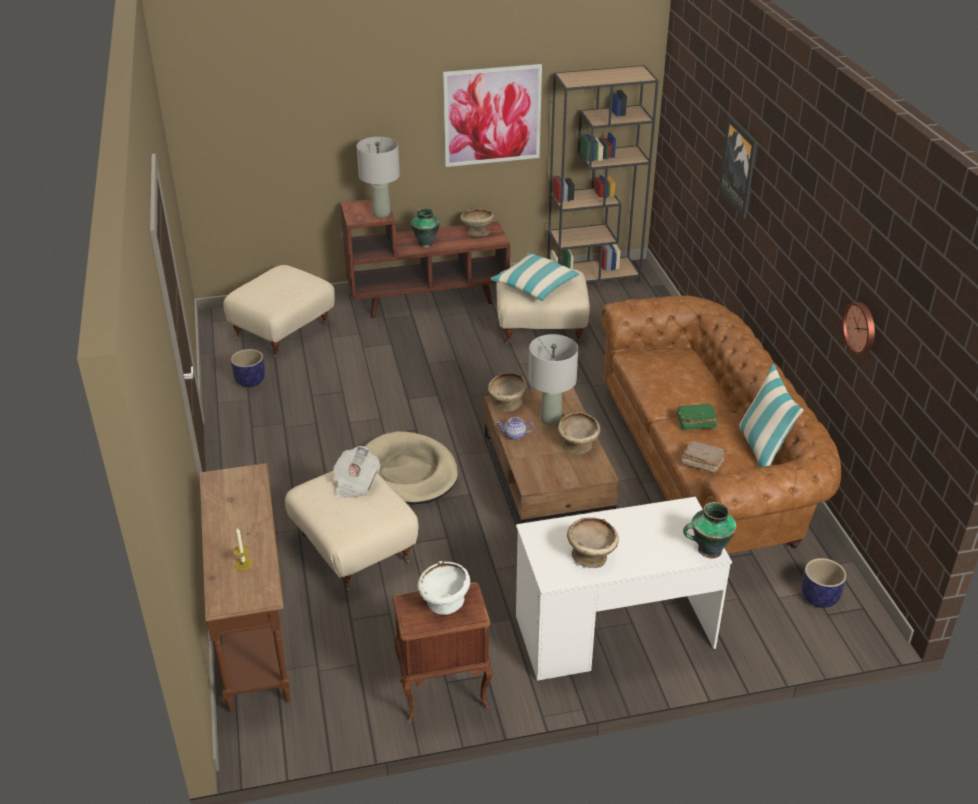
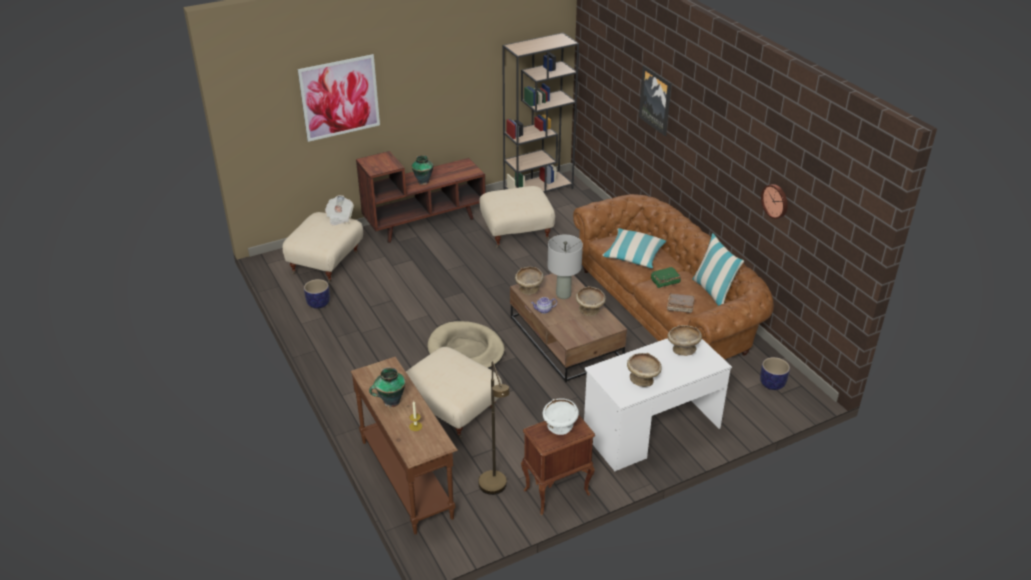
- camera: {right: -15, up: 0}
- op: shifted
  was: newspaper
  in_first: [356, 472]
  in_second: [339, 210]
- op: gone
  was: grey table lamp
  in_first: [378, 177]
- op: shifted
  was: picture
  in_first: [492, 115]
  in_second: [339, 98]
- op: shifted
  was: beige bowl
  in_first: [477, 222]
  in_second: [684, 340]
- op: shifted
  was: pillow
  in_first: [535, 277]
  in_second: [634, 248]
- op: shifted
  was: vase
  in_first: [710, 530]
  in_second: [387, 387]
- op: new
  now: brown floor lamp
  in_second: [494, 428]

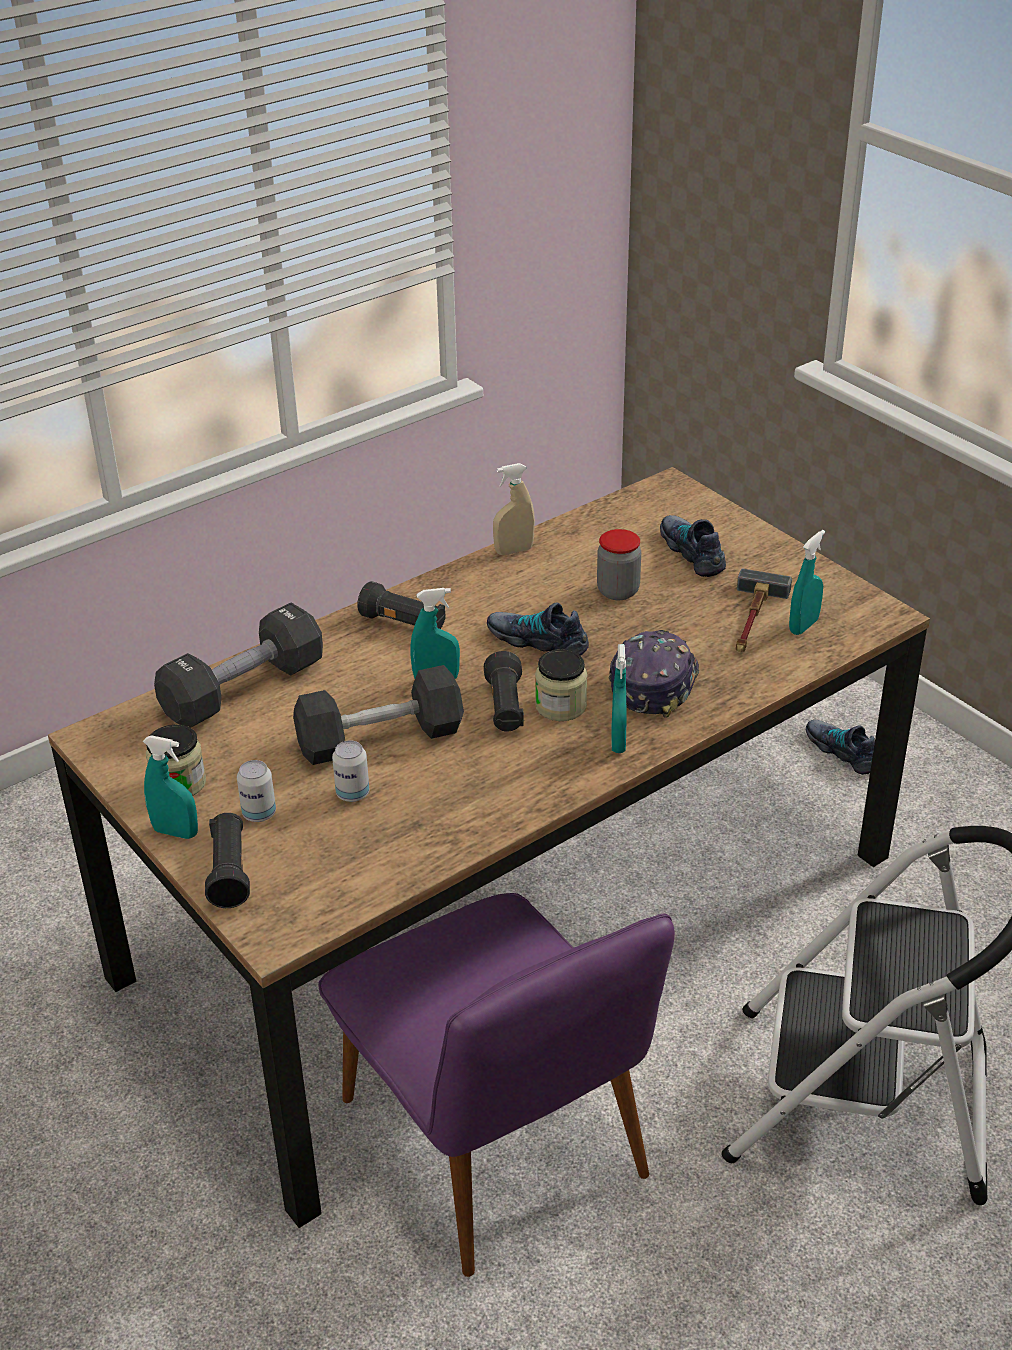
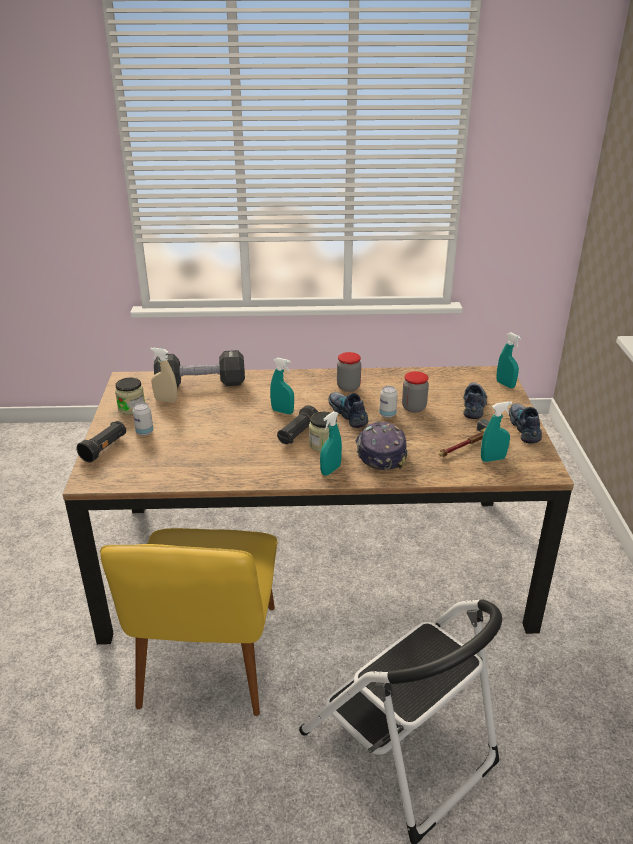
- camera: {right: 35, up: -5}
- op: shifted
  was: turquoise spray bottle
  in_first: [170, 787]
  in_second: [508, 360]
- op: gone
  was: black dumbbell
  in_first: [378, 715]
- op: repainted
  was: purple chair
  now: yellow chair
  in_first: [496, 1085]
  in_second: [189, 622]
- op: shifted
  was: can
  in_first: [350, 771]
  in_second: [388, 402]
- op: gone
  was: black flashlight
  in_first: [401, 605]
- op: shifted
  was: beige spray bottle
  in_first: [514, 509]
  in_second: [163, 375]
- op: rotated
  was: cap
  in_first: [653, 674]
  in_second: [381, 445]
  clockwise: -60
- op: shifted
  was: shoe
  in_first: [840, 747]
  in_second: [525, 423]
- op: new
  now: jar
  in_second: [349, 372]

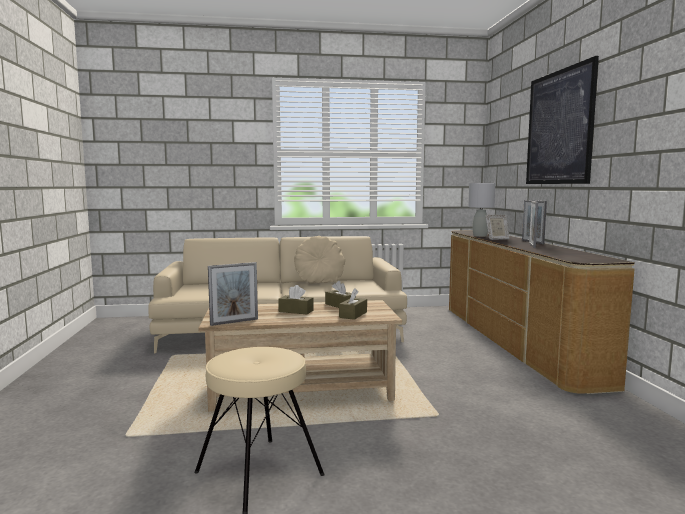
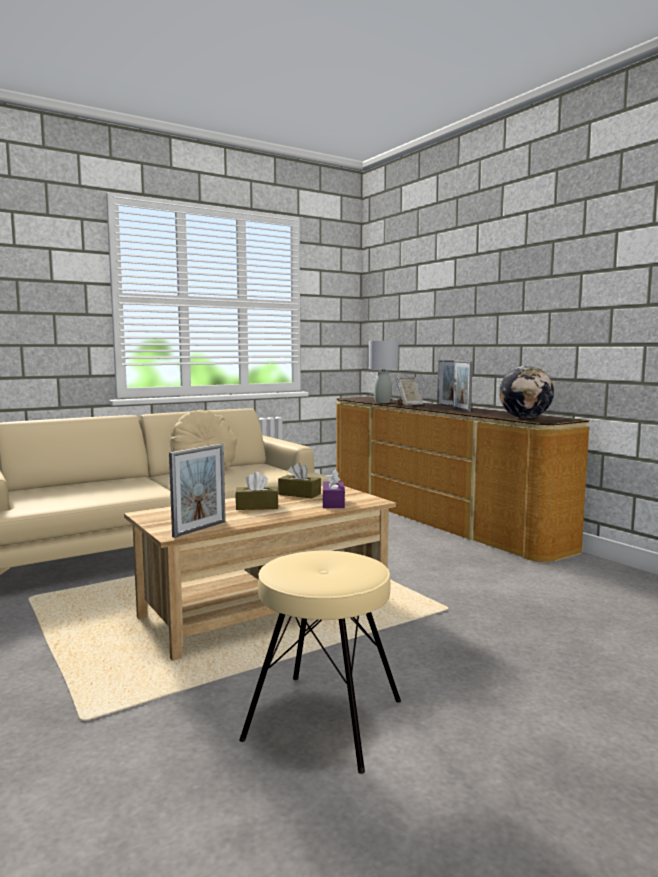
- camera: {right: -25, up: 0}
- op: repainted
  was: brown tissue box
  now: purple tissue box
  in_first: [353, 304]
  in_second: [334, 488]
- op: gone
  was: picture
  in_first: [562, 120]
- op: new
  now: globe
  in_second: [526, 392]

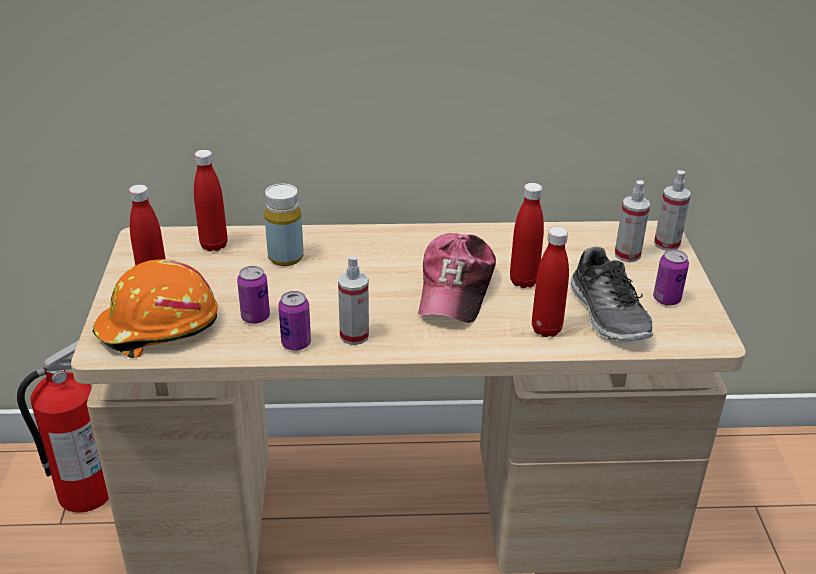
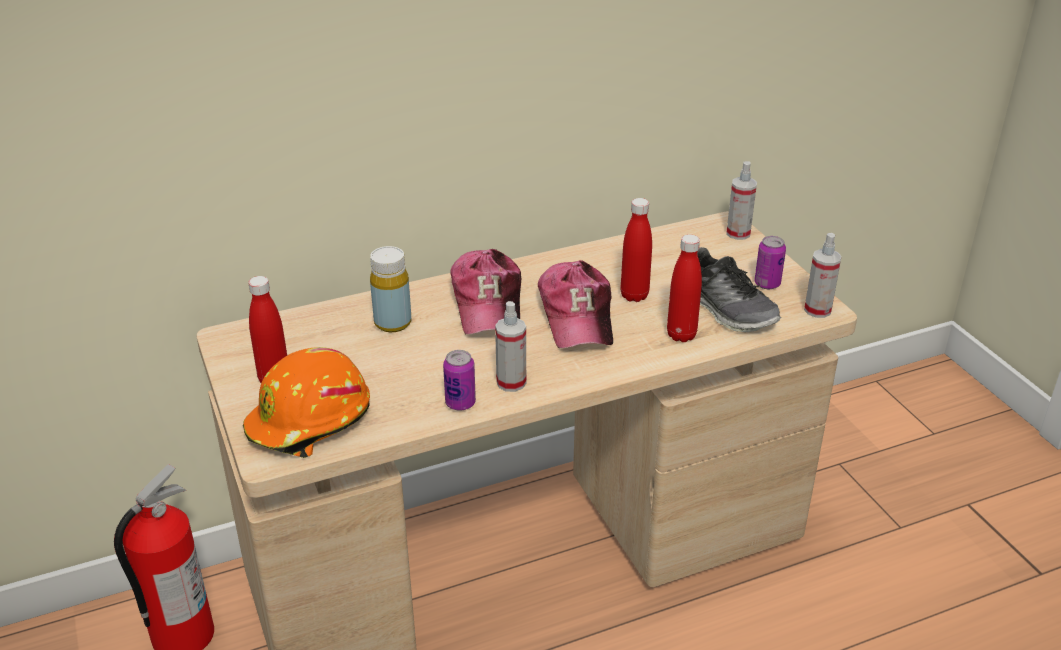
- camera: {right: -20, up: 0}
- op: gone
  was: red bottle
  in_first: [211, 201]
- op: gone
  was: can
  in_first: [253, 295]
- op: shifted
  was: spray bottle
  in_first: [632, 221]
  in_second: [823, 275]
- op: new
  now: cap
  in_second: [485, 291]

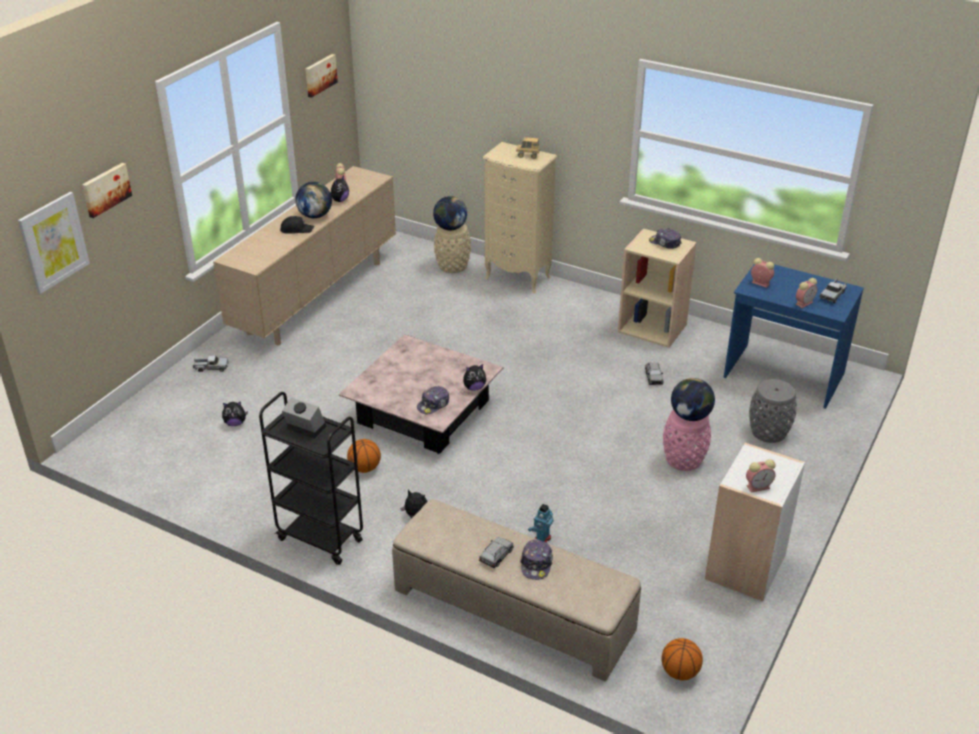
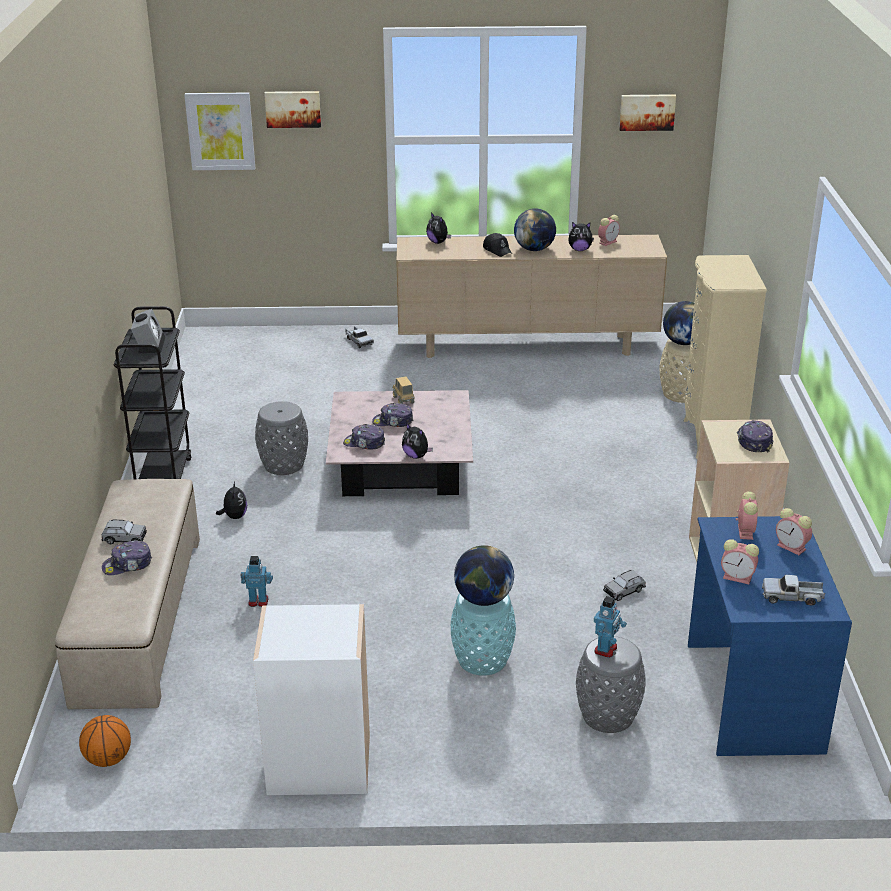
- camera: {right: 60, up: -5}
- op: shifted
  was: plush toy
  in_first: [235, 414]
  in_second: [438, 228]
- op: swapped
  was: basketball
  now: grey stool
  in_first: [364, 456]
  in_second: [281, 438]
- op: shifted
  was: toy truck
  in_first: [528, 148]
  in_second: [404, 390]
- op: repainted
  was: pink stool
  now: turquoise stool
  in_first: [687, 440]
  in_second: [483, 634]
- op: shifted
  was: alarm clock
  in_first: [761, 476]
  in_second: [794, 531]
- op: new
  now: cap
  in_second: [392, 415]
- op: new
  now: toy robot
  in_second: [610, 627]

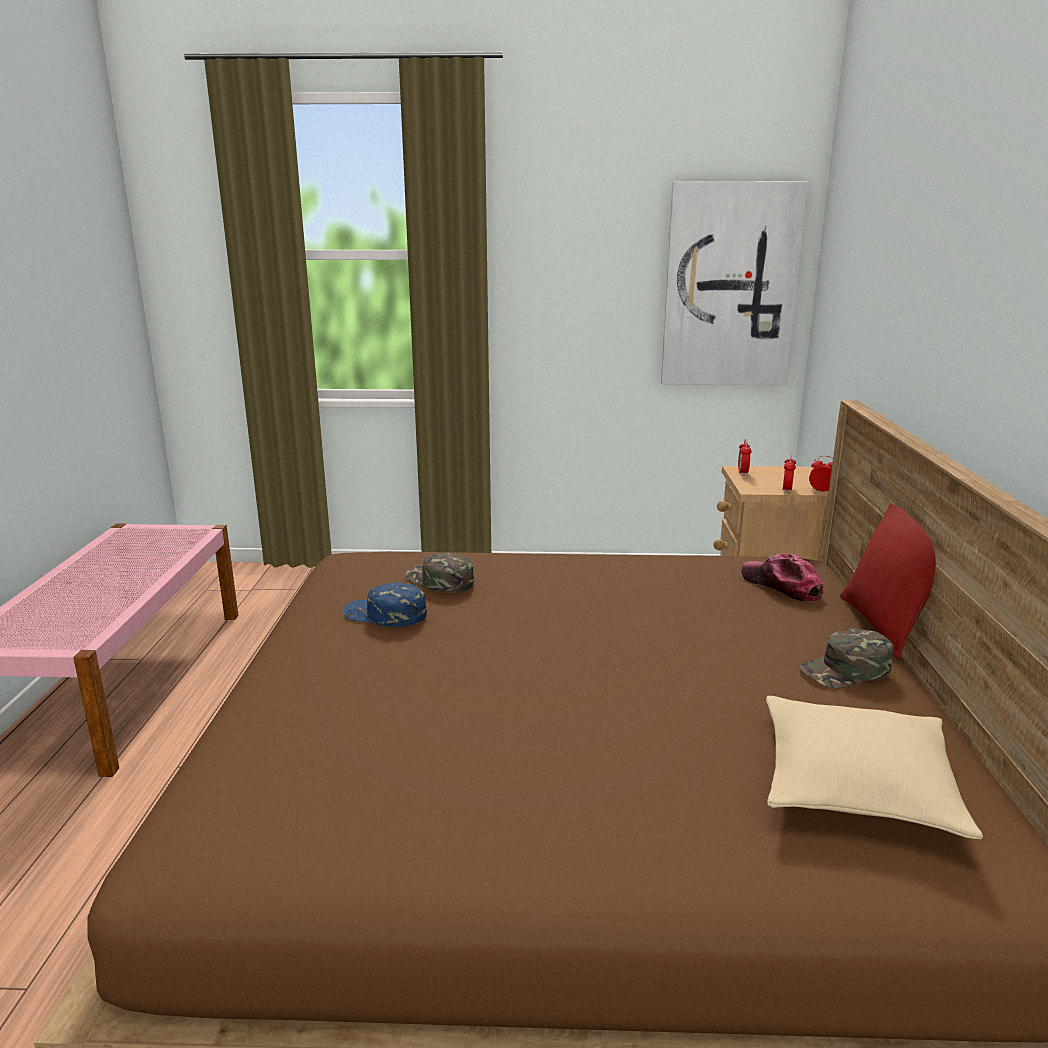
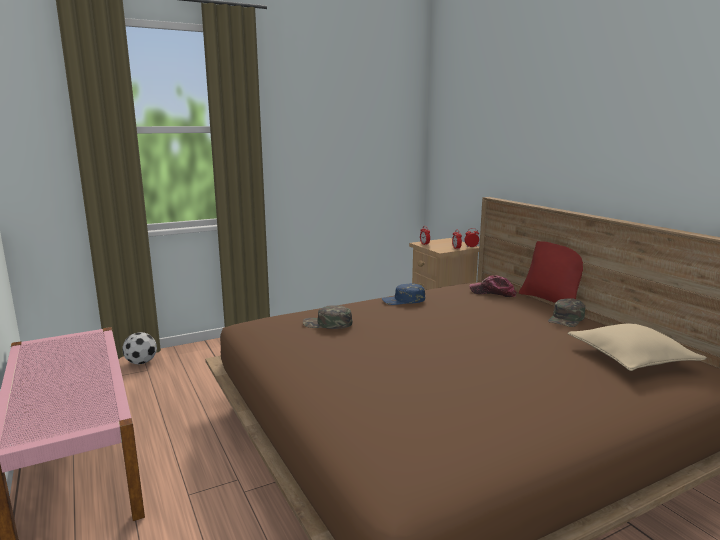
- camera: {right: -30, up: -5}
- op: shifted
  was: blue cap
  in_first: [385, 605]
  in_second: [403, 294]
- op: gone
  was: picture
  in_first: [735, 283]
- op: new
  now: football
  in_second: [139, 348]

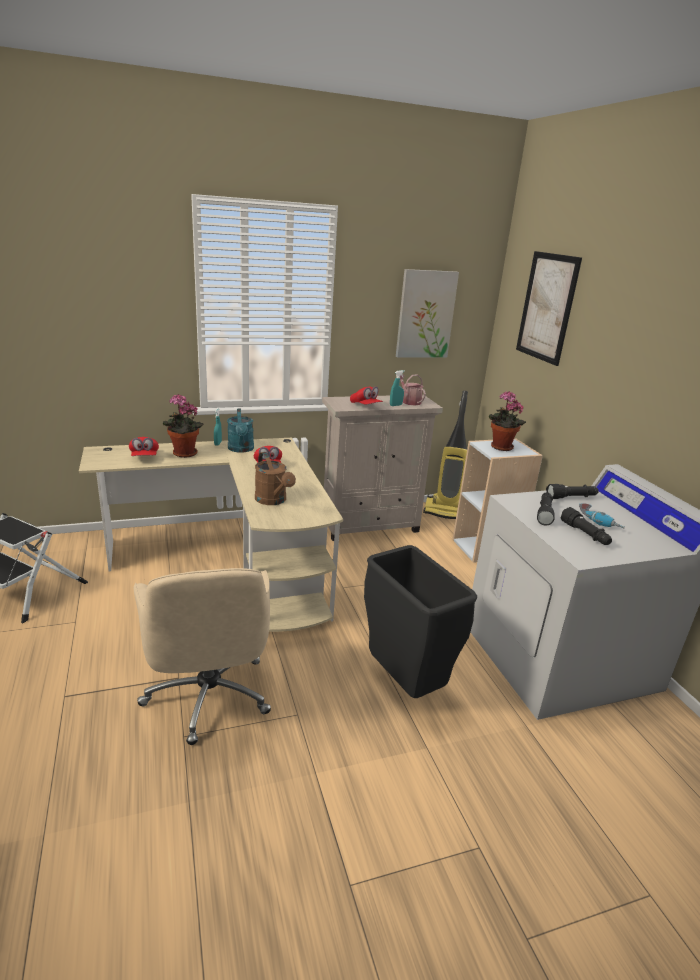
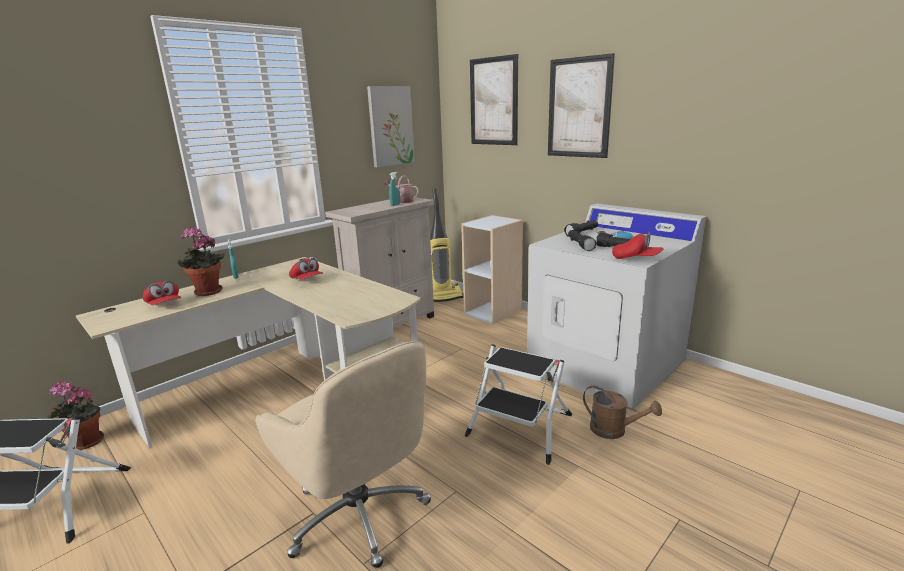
- camera: {right: -25, up: -5}
- op: gone
  was: turquoise watering can
  in_first: [240, 430]
- op: shifted
  was: brown watering can
  in_first: [275, 478]
  in_second: [622, 412]
- op: shifted
  was: red cap
  in_first: [366, 395]
  in_second: [638, 245]
- op: swapped
  was: black trash can
  now: step ladder
  in_first: [420, 621]
  in_second: [518, 404]
- op: shifted
  was: potted plant
  in_first: [507, 421]
  in_second: [75, 415]
- op: new
  now: picture
  in_second: [581, 105]

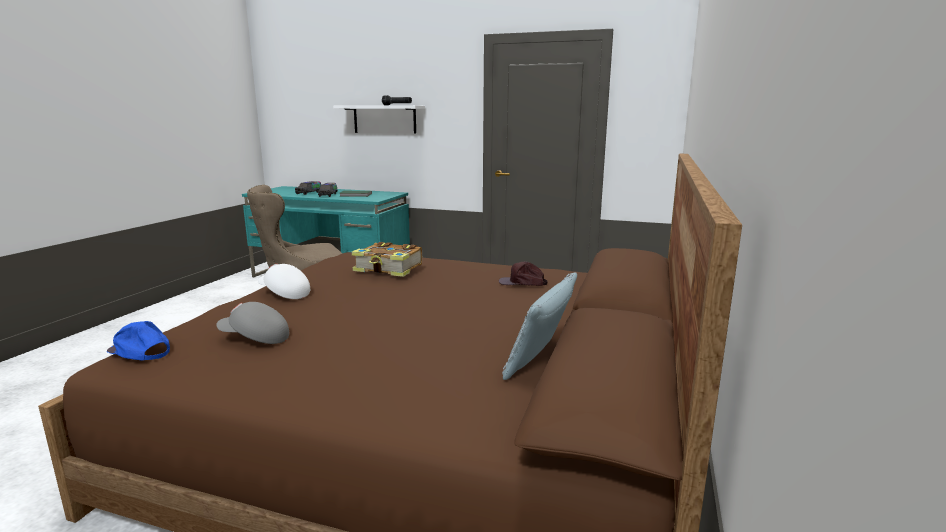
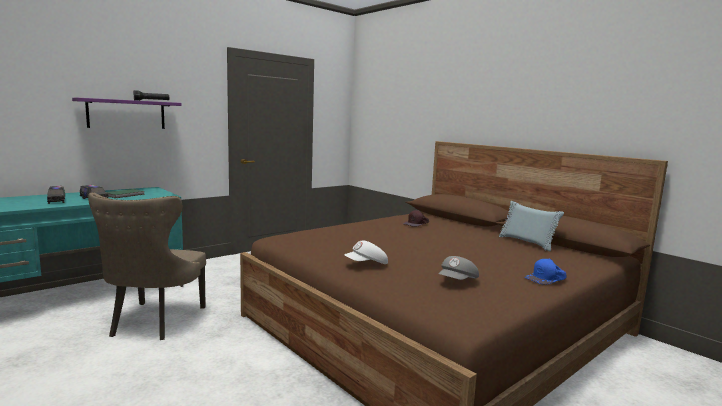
- camera: {right: -60, up: -5}
- op: shifted
  was: blue cap
  in_first: [138, 341]
  in_second: [545, 272]
- op: repainted
  was: white shelf
  now: purple shelf
  in_first: [379, 119]
  in_second: [127, 113]
- op: gone
  was: book
  in_first: [387, 259]

